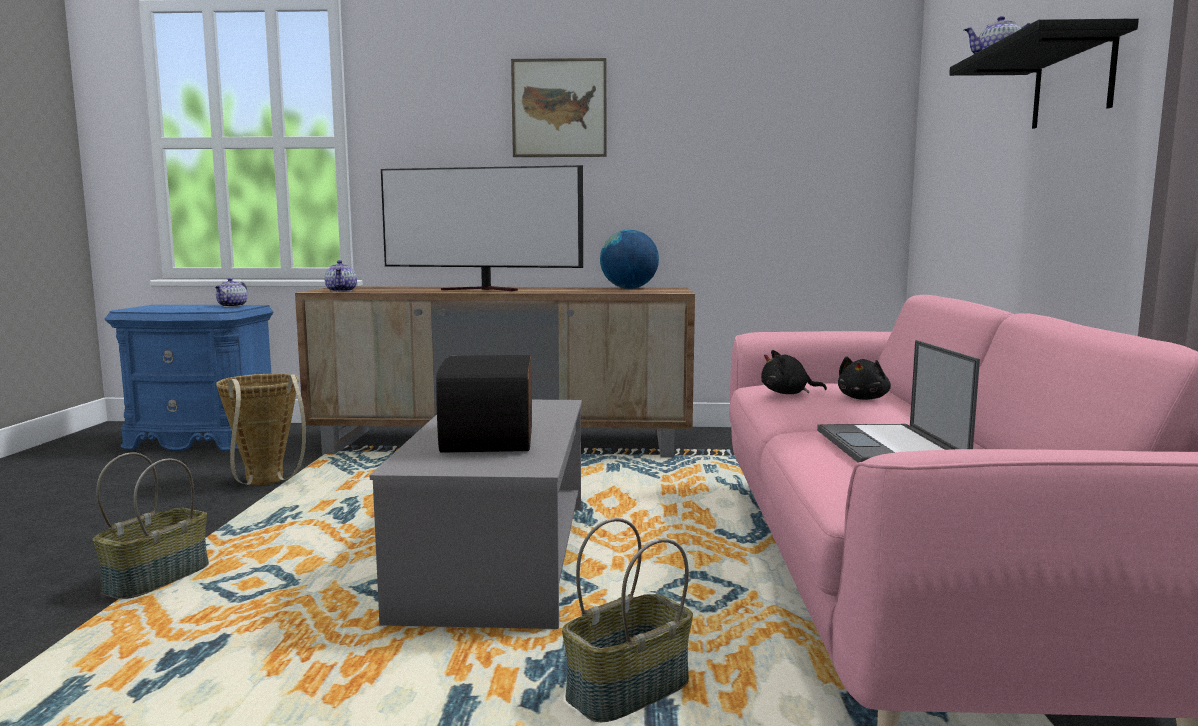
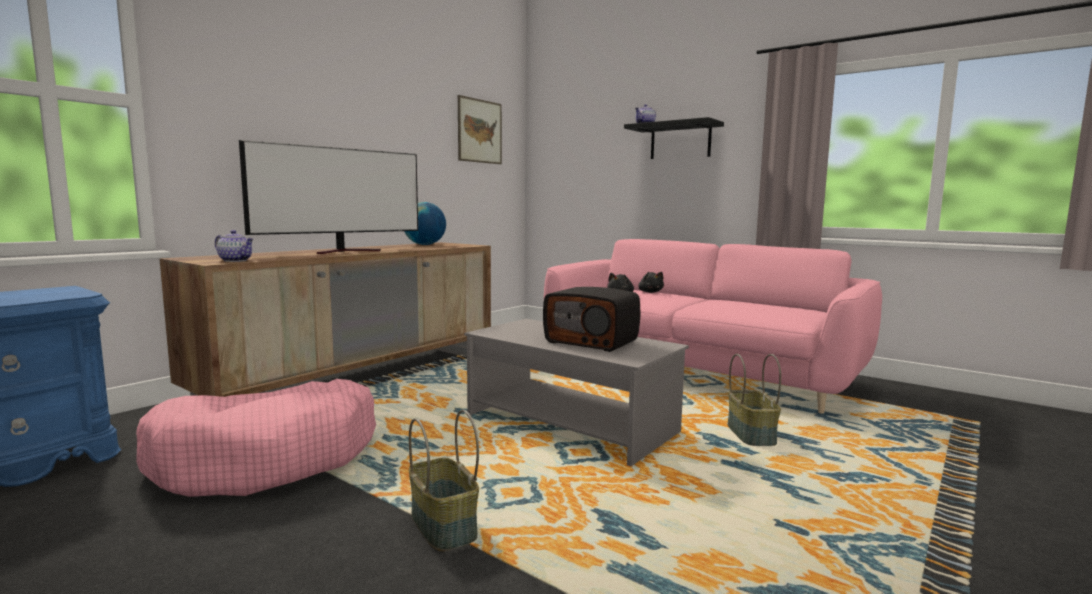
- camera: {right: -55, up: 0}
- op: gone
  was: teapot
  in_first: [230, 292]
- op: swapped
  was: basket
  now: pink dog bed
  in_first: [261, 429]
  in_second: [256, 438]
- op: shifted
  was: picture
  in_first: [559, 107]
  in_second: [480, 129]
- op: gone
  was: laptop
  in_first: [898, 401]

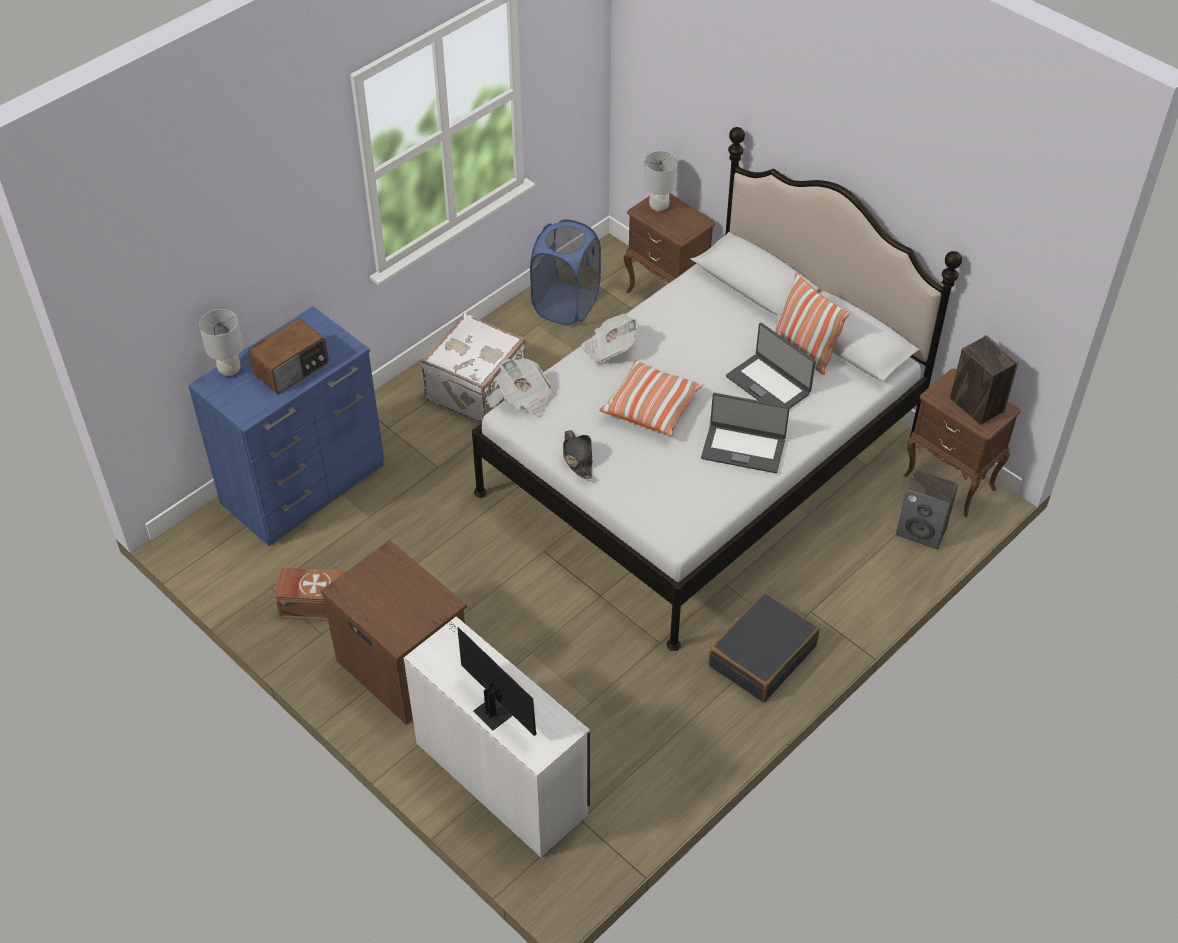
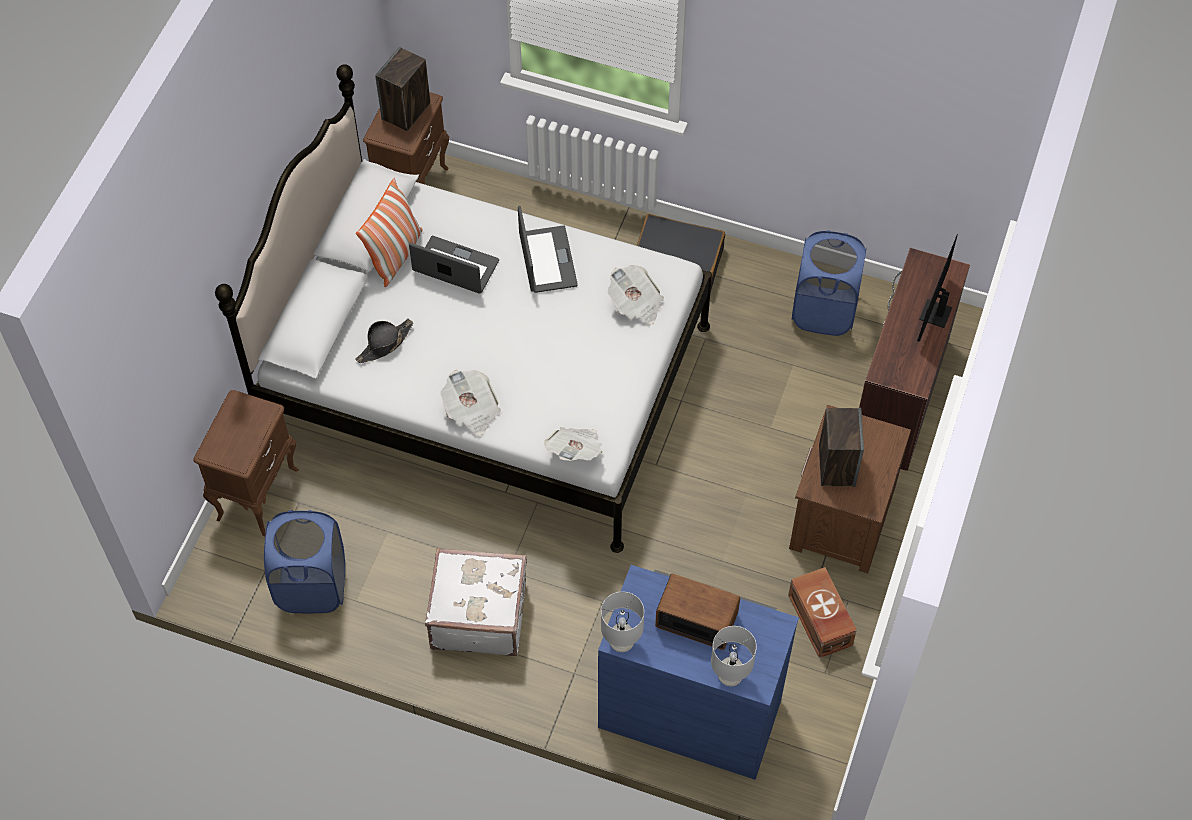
- camera: {right: -115, up: 10}
- op: repainted
  was: white desk
  now: brown desk
  in_first: [497, 736]
  in_second: [914, 359]
- op: shifted
  was: black hat
  in_first: [577, 454]
  in_second: [384, 341]
- op: gone
  was: pillow
  in_first: [651, 398]
- op: shifted
  was: grey table lamp
  in_first: [661, 181]
  in_second: [622, 622]
- op: rotated
  was: laptop
  in_first: [771, 365]
  in_second: [454, 265]
  clockwise: -90
- op: shifted
  was: speaker
  in_first: [927, 509]
  in_second: [841, 447]
- op: new
  now: newspaper
  in_second: [636, 295]
- op: new
  now: blue laundry basket
  in_second: [829, 283]

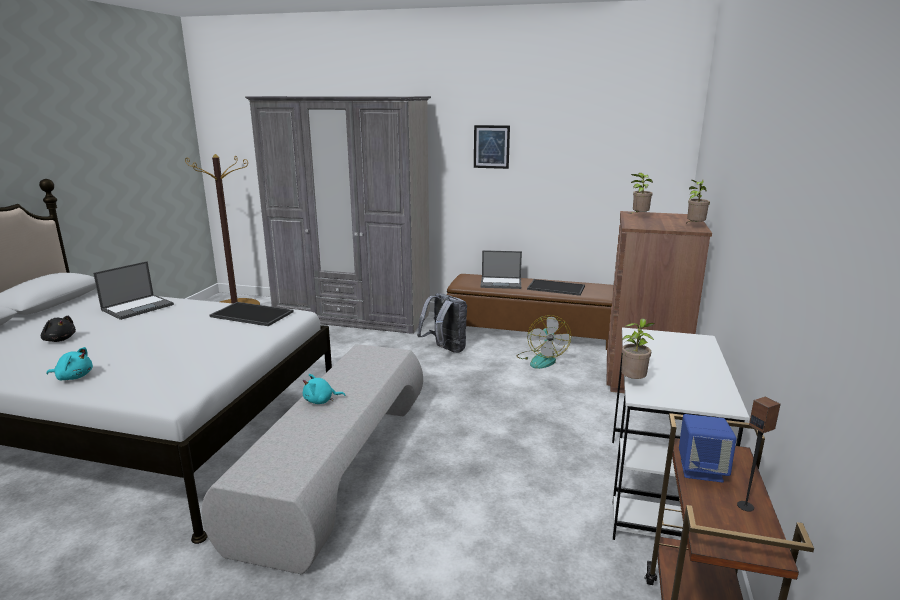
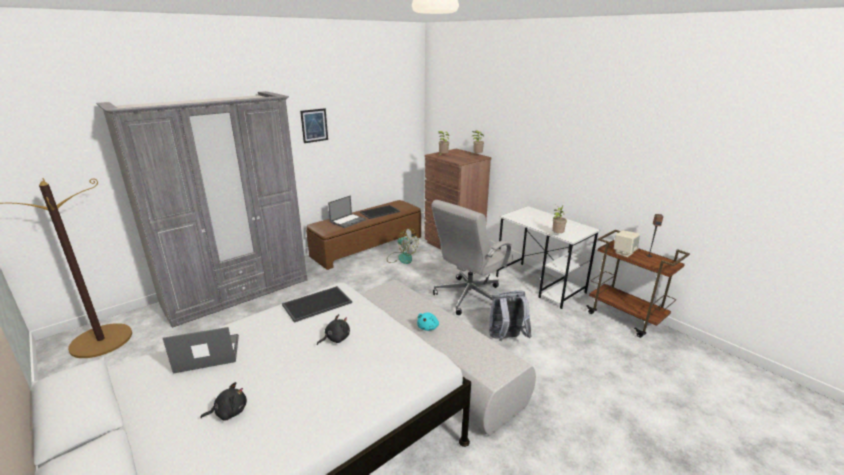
- camera: {right: -55, up: 5}
- op: gone
  was: turquoise plush toy
  in_first: [70, 363]
- op: rotated
  was: laptop
  in_first: [133, 290]
  in_second: [201, 350]
  clockwise: -90
- op: shifted
  was: grey backpack
  in_first: [442, 323]
  in_second: [510, 315]
- op: repainted
  was: blue speaker
  now: beige speaker
  in_first: [708, 448]
  in_second: [627, 243]
- op: new
  now: black plush toy
  in_second: [333, 329]
- op: new
  now: grey office chair
  in_second: [472, 257]

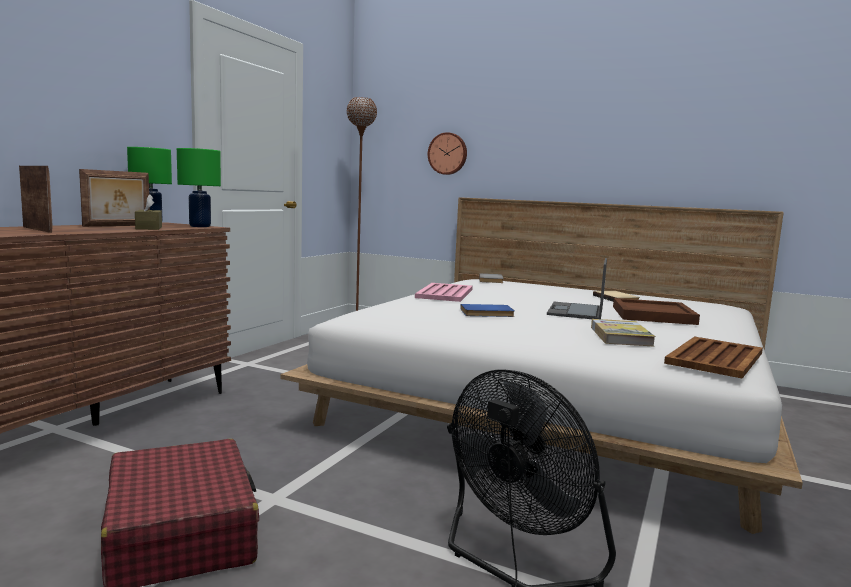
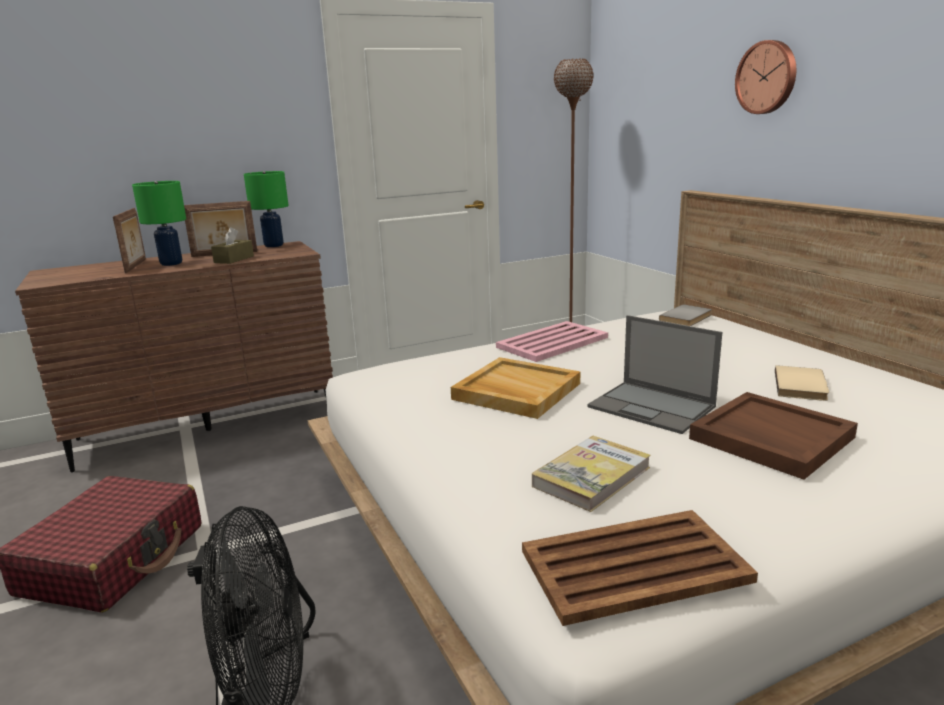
- camera: {right: 40, up: 10}
- op: shifted
  was: green table lamp
  in_first: [199, 187]
  in_second: [159, 223]
- op: shifted
  was: wall clock
  in_first: [447, 153]
  in_second: [765, 77]
- op: swapped
  was: blue book
  now: beige tray
  in_first: [487, 310]
  in_second: [515, 388]
- op: rotated
  was: laptop
  in_first: [577, 288]
  in_second: [654, 374]
  clockwise: -105

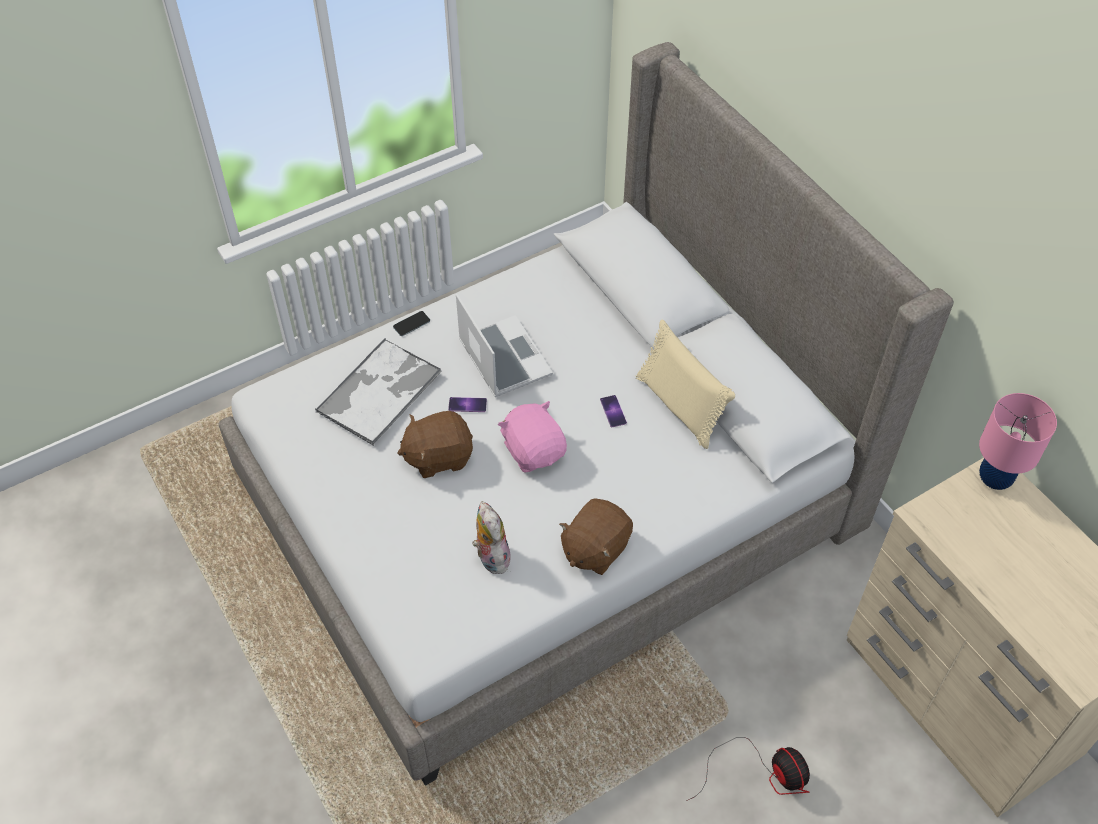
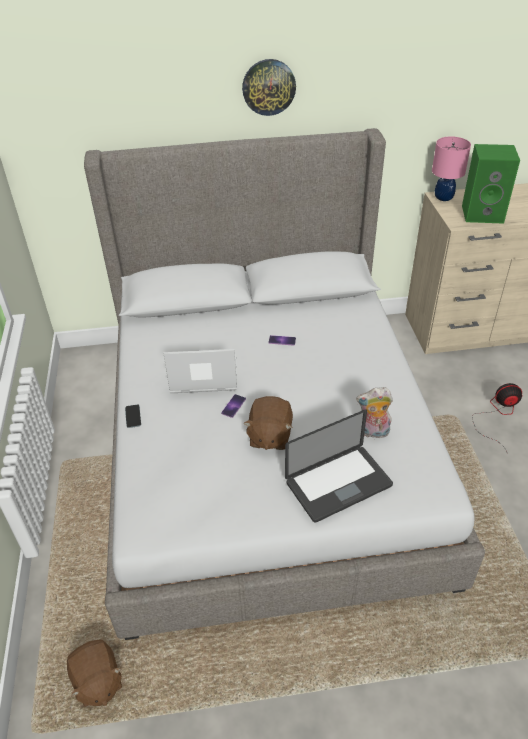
- camera: {right: -65, up: -10}
- op: gone
  was: tray
  in_first: [378, 392]
- op: gone
  was: pink plush toy
  in_first: [532, 437]
- op: shifted
  was: brown plush toy
  in_first: [596, 536]
  in_second: [94, 673]
- op: gone
  was: beige pillow
  in_first: [685, 384]
- op: new
  now: wall clock
  in_second: [269, 87]
- op: new
  now: laptop
  in_second: [339, 466]
- op: new
  now: green speaker
  in_second: [491, 184]

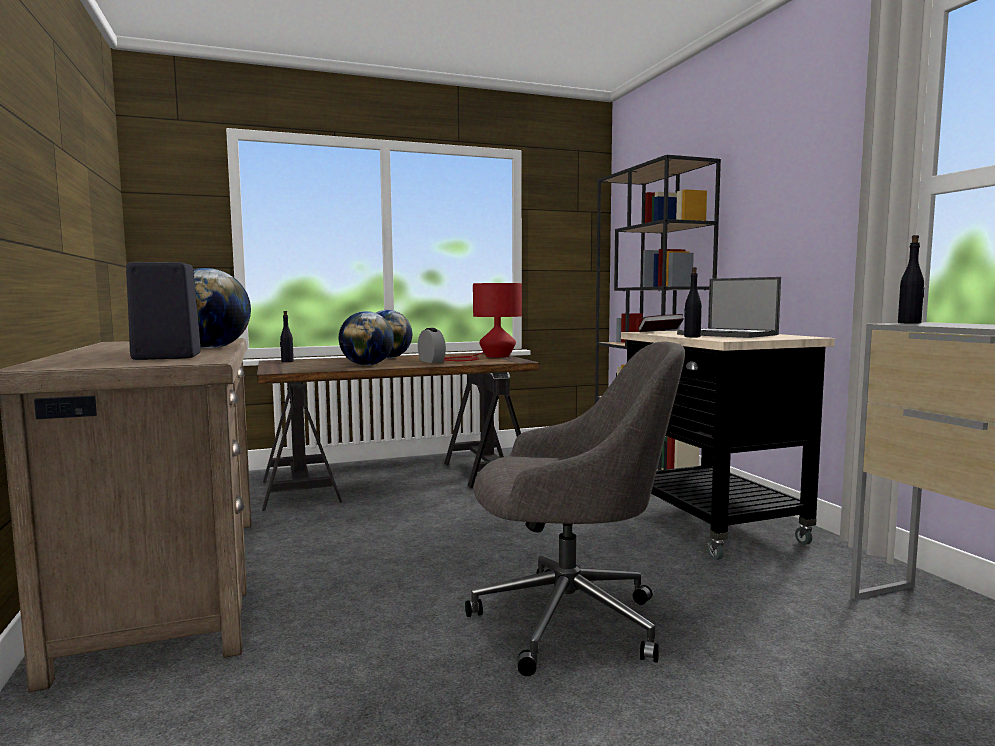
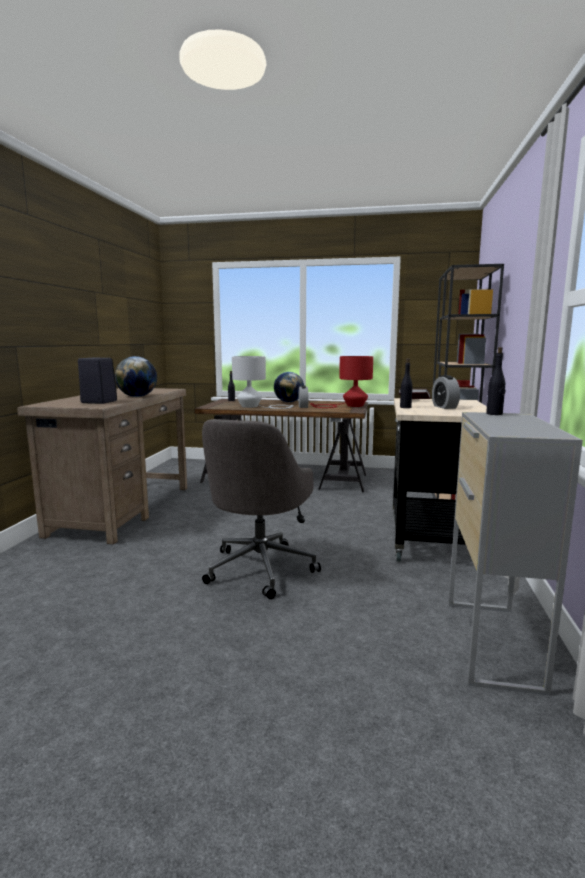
- camera: {right: 30, up: 5}
- op: swapped
  was: globe
  now: white table lamp
  in_first: [366, 338]
  in_second: [263, 382]
- op: rotated
  was: grey office chair
  in_first: [575, 509]
  in_second: [261, 509]
  clockwise: 75
- op: swapped
  was: laptop
  now: alarm clock
  in_first: [729, 307]
  in_second: [446, 392]

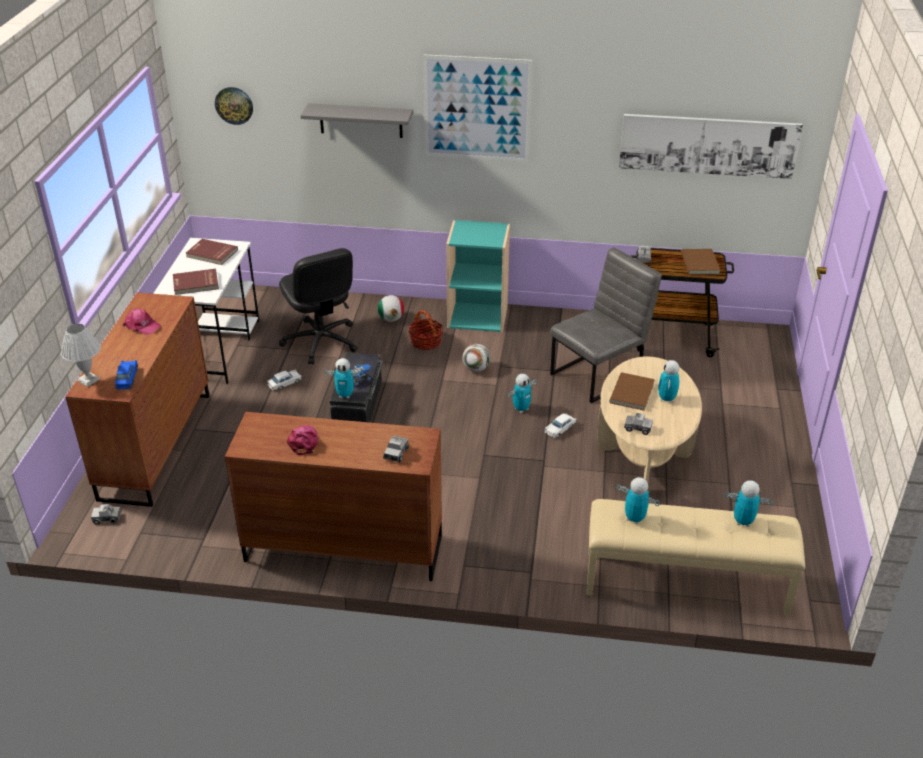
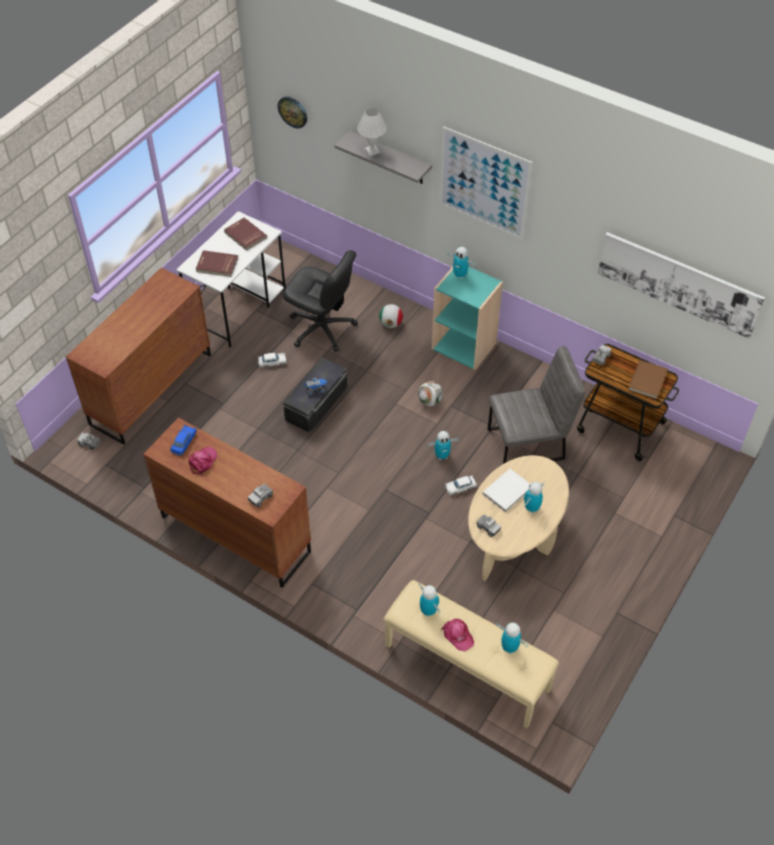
- camera: {right: 25, up: 15}
- op: shifted
  was: white table lamp
  in_first: [81, 355]
  in_second: [372, 132]
- op: shifted
  was: blue toy car
  in_first: [126, 374]
  in_second: [183, 440]
- op: shifted
  was: pink cap
  in_first: [142, 321]
  in_second: [457, 635]
- op: rotated
  was: black office chair
  in_first: [318, 306]
  in_second: [320, 301]
  clockwise: -60
- op: shifted
  was: toy robot
  in_first: [343, 378]
  in_second: [461, 263]
- op: gone
  was: basket
  in_first: [426, 330]
- op: repainted
  was: brown book
  now: white book
  in_first: [632, 391]
  in_second: [506, 491]

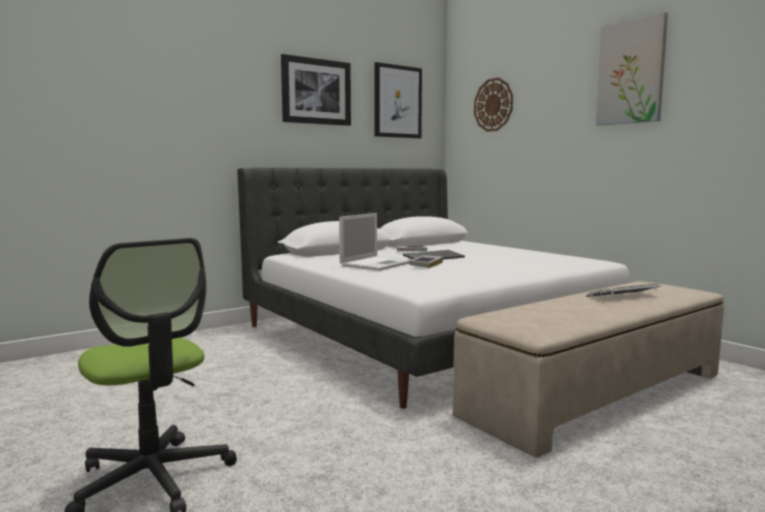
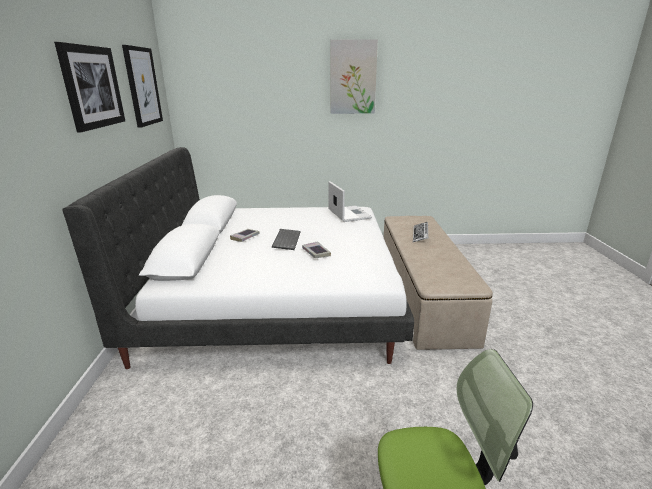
- camera: {right: -55, up: 15}
- op: shifted
  was: laptop
  in_first: [375, 242]
  in_second: [350, 201]
- op: gone
  was: wall clock
  in_first: [493, 105]

